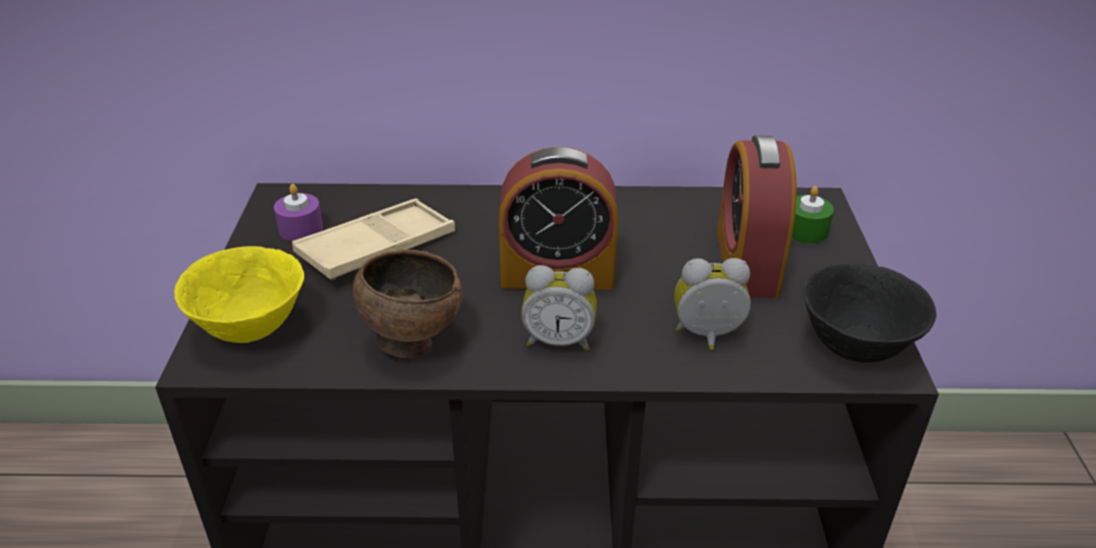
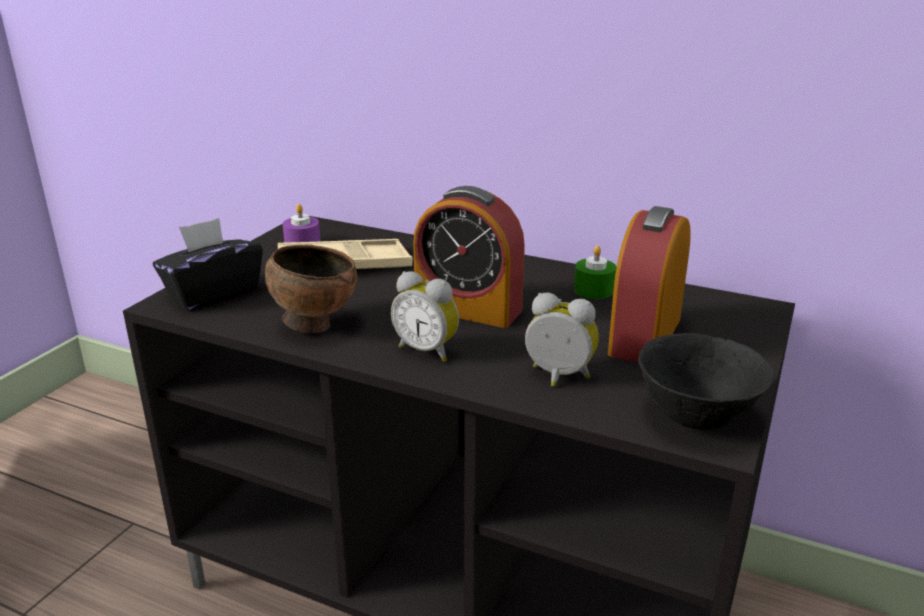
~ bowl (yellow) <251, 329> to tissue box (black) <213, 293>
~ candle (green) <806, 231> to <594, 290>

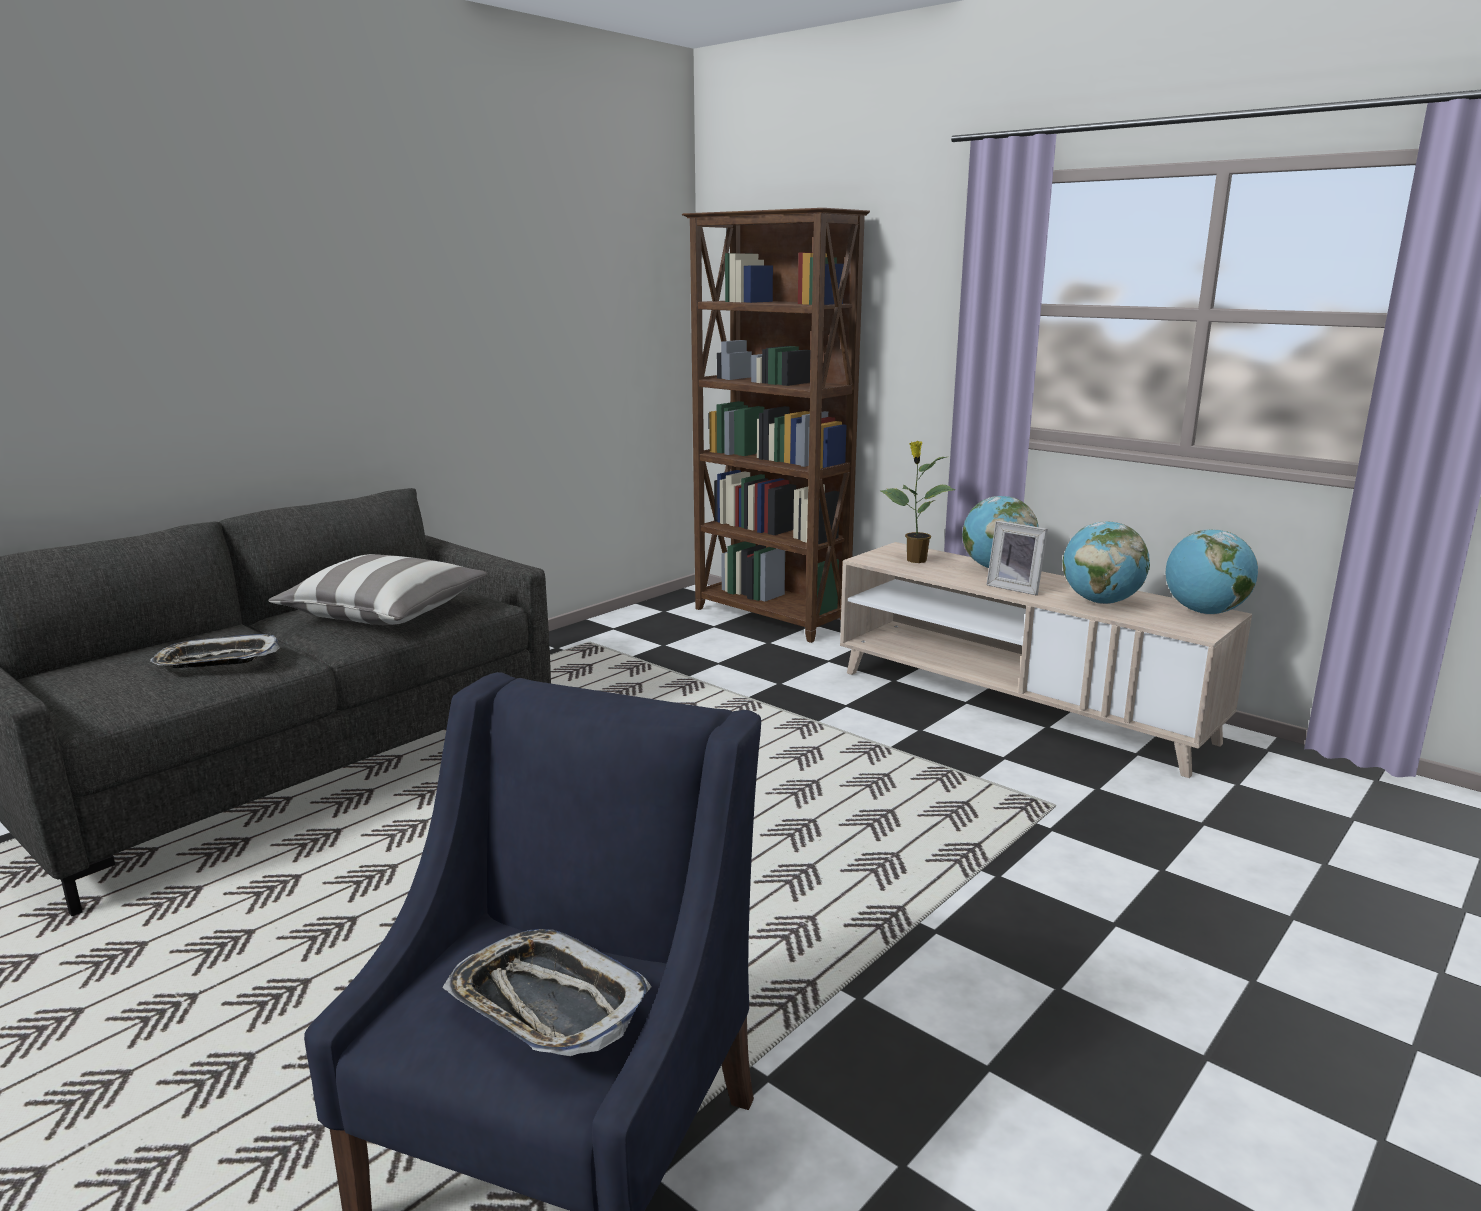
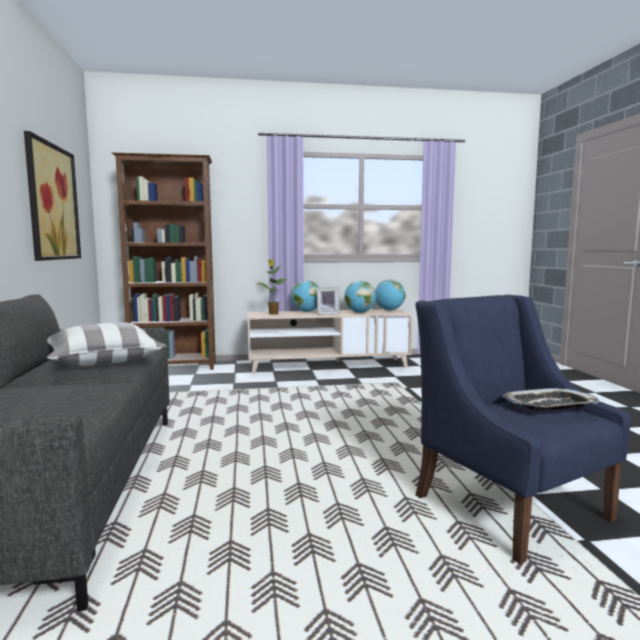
+ picture <52, 202>
- tray <217, 660>

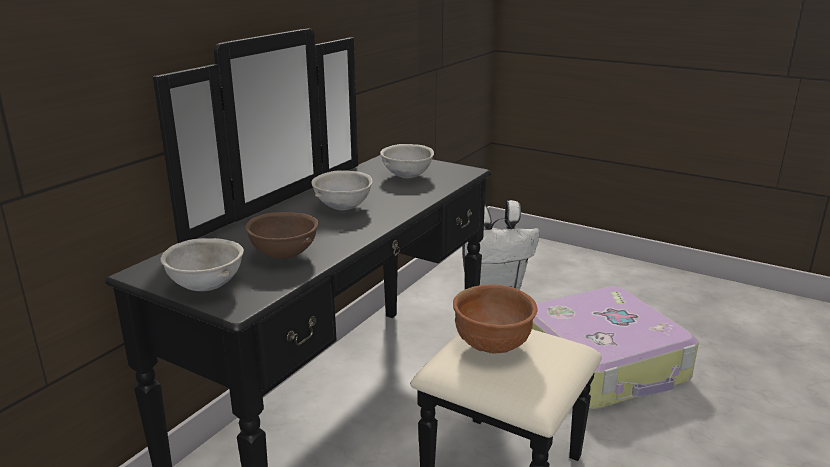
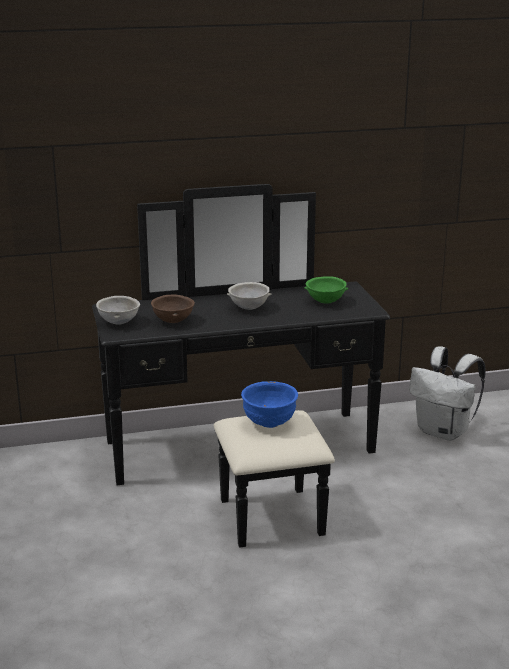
~ bowl (brown) <492, 347> to bowl (blue) <269, 423>
~ bowl (grey) <408, 177> to bowl (green) <325, 302>
- suitcase <604, 364>

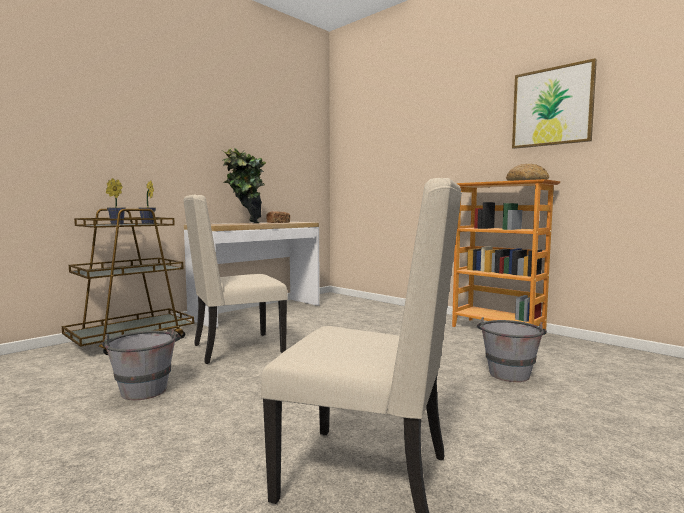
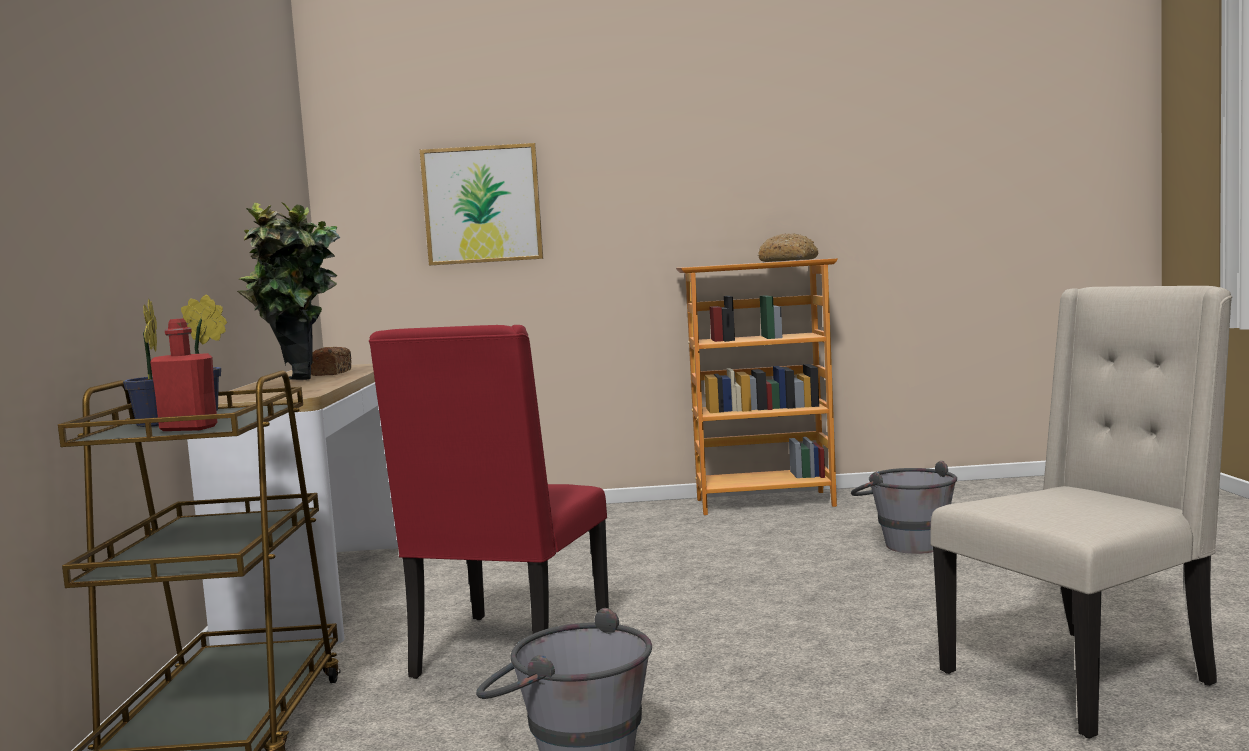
+ bottle (red) <189, 428>
~ chair (beige) <236, 349> to chair (red) <509, 652>
~ picture <552, 107> to <482, 205>

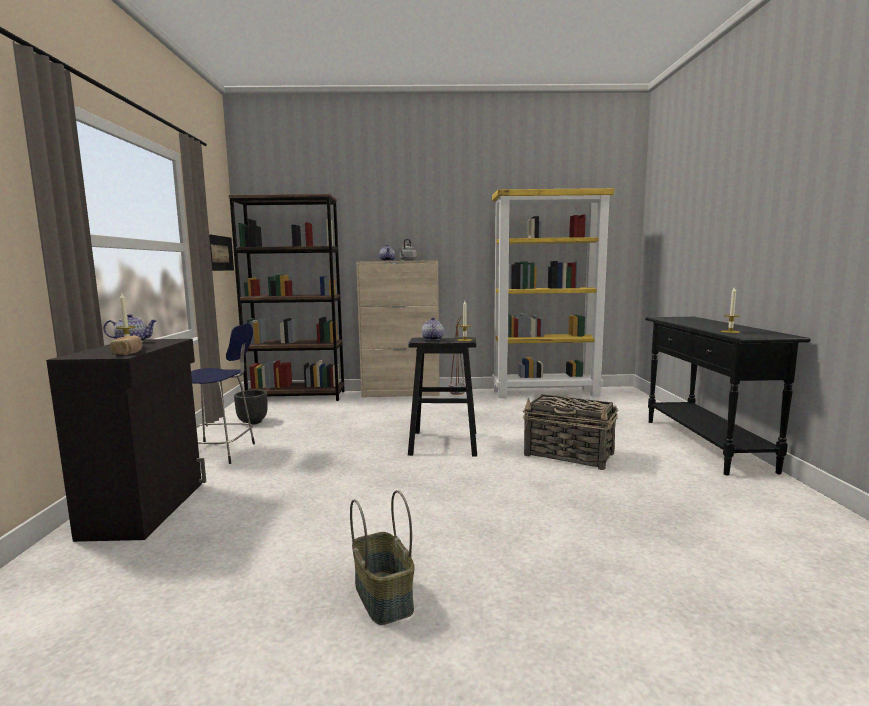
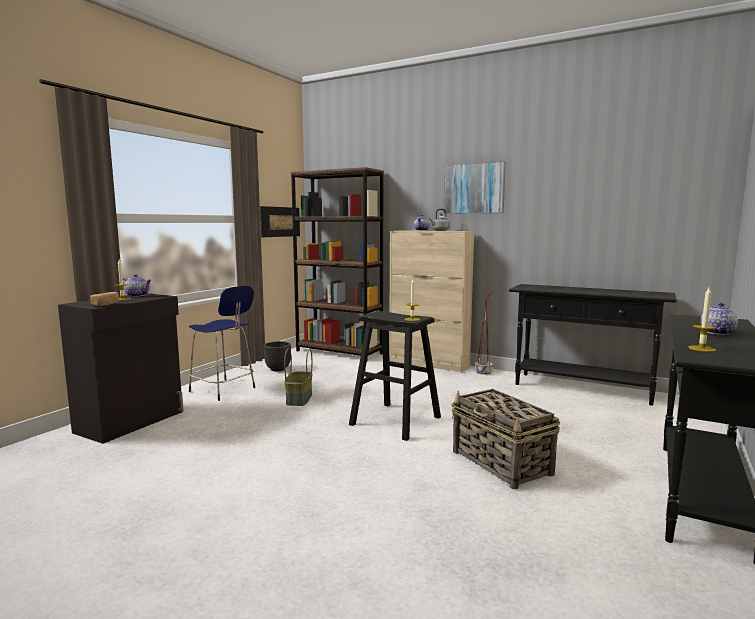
~ basket <384, 597> to <299, 399>
+ picture <474, 188>
~ bookcase (yellow) <546, 393> to console table (black) <583, 388>
~ teapot <432, 339> to <716, 332>

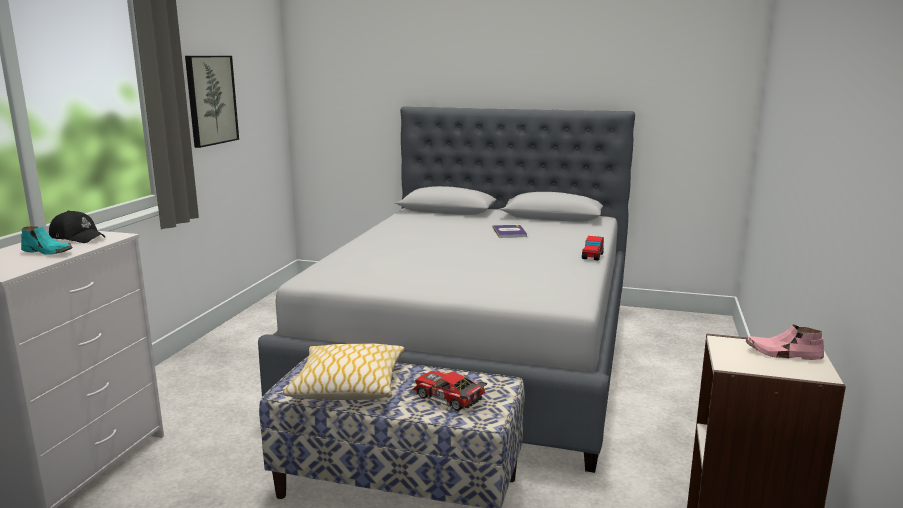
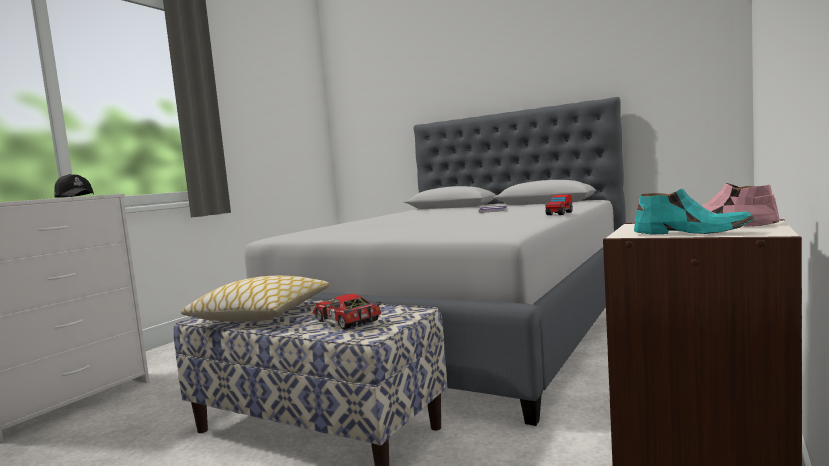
~ shoe (turquoise) <48, 252> to <691, 233>
- picture <211, 100>

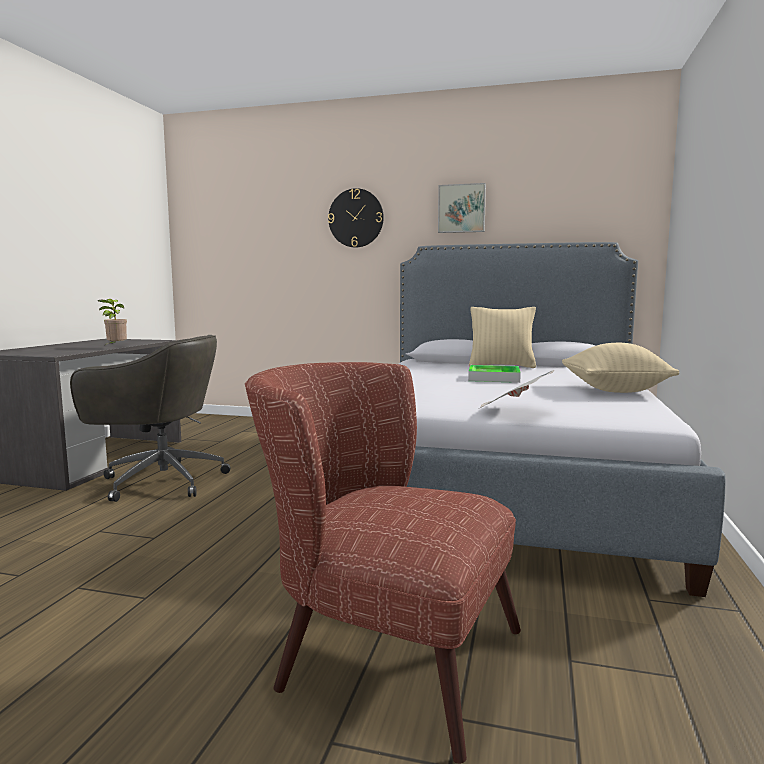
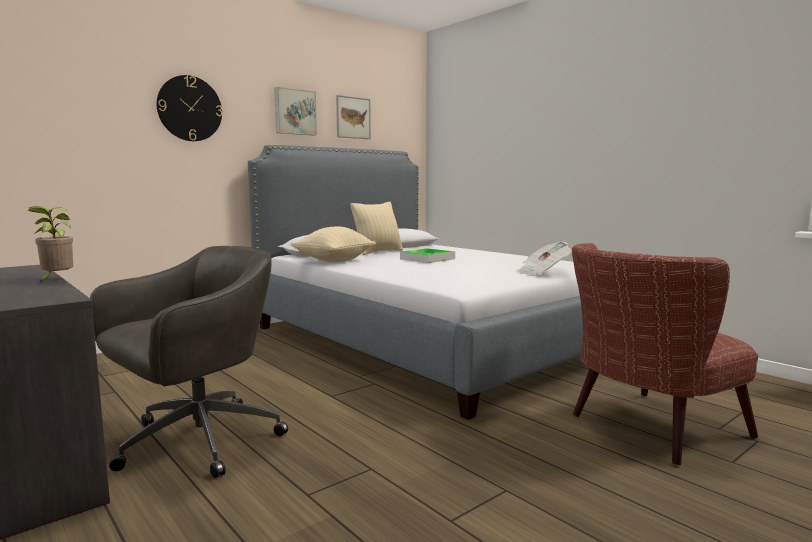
~ pillow (beige) <615, 390> to <334, 261>
+ picture <353, 117>

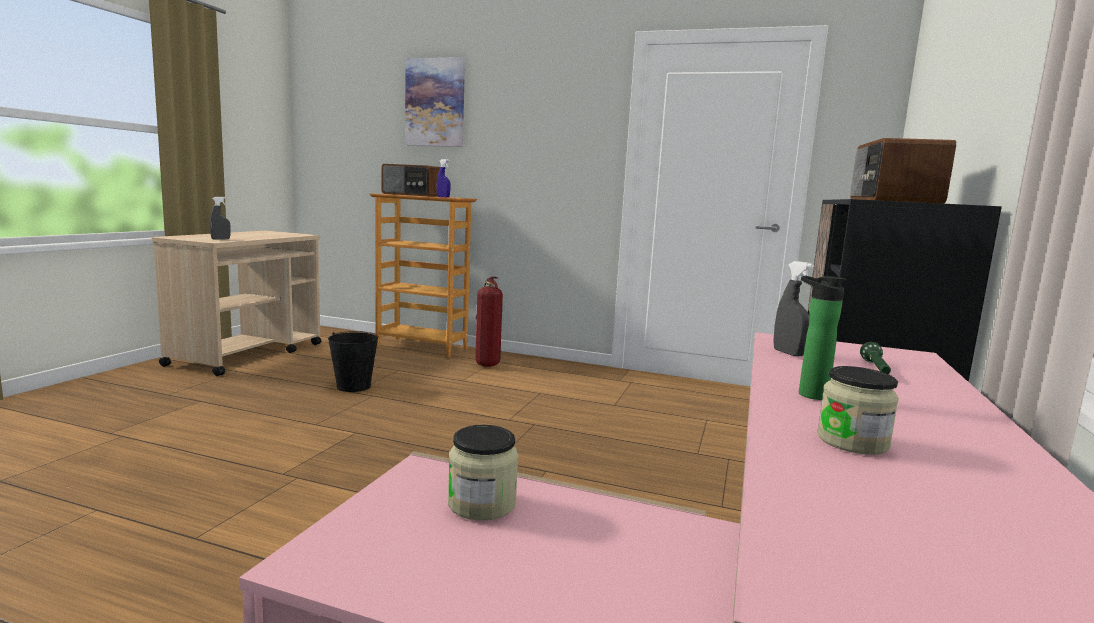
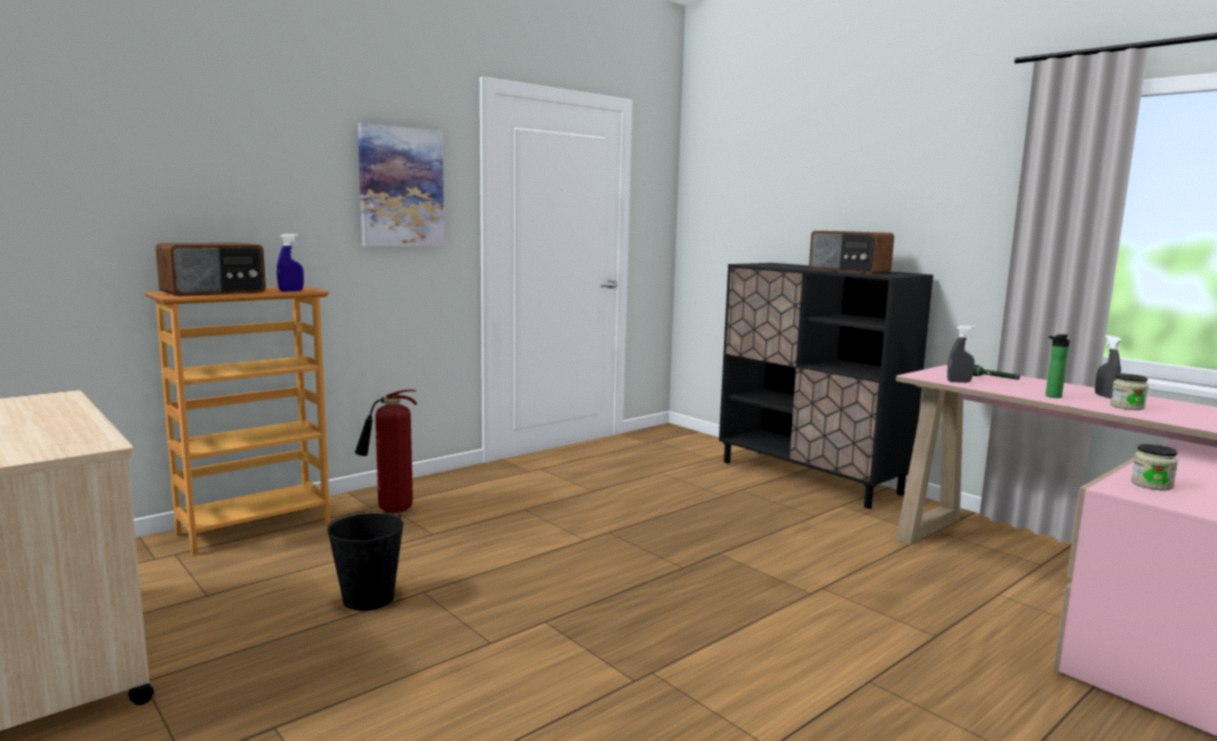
~ picture <435, 103> to <401, 187>
~ spray bottle (grey) <220, 239> to <1105, 396>

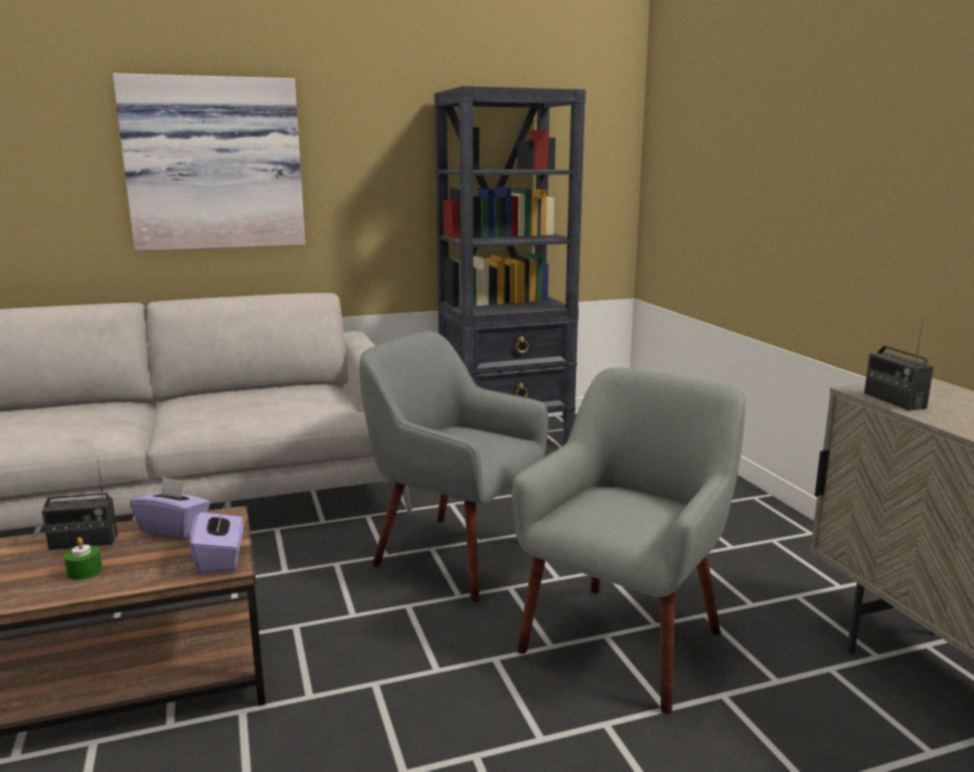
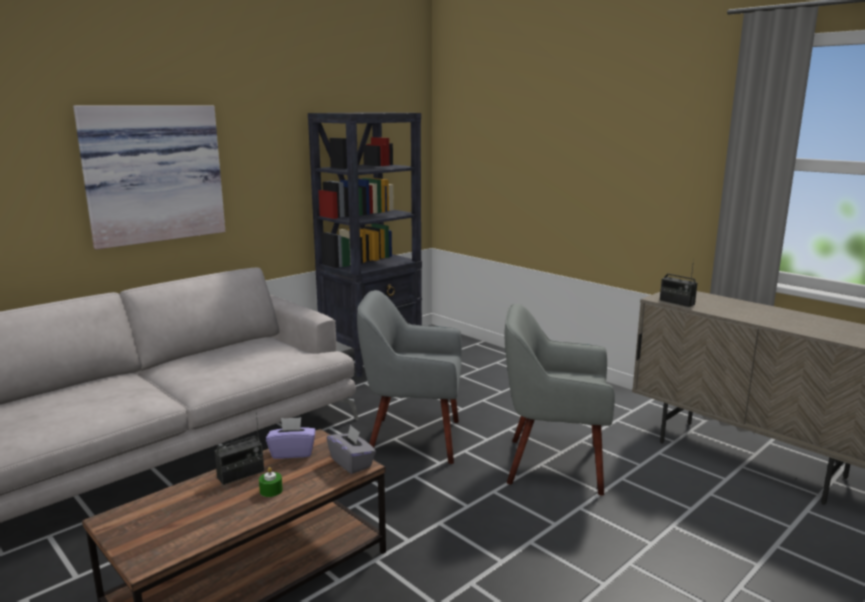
~ tissue box (purple) <221, 559> to tissue box (grey) <352, 463>
~ armchair (grey) <625, 641> = <553, 464> 90 degrees counterclockwise

